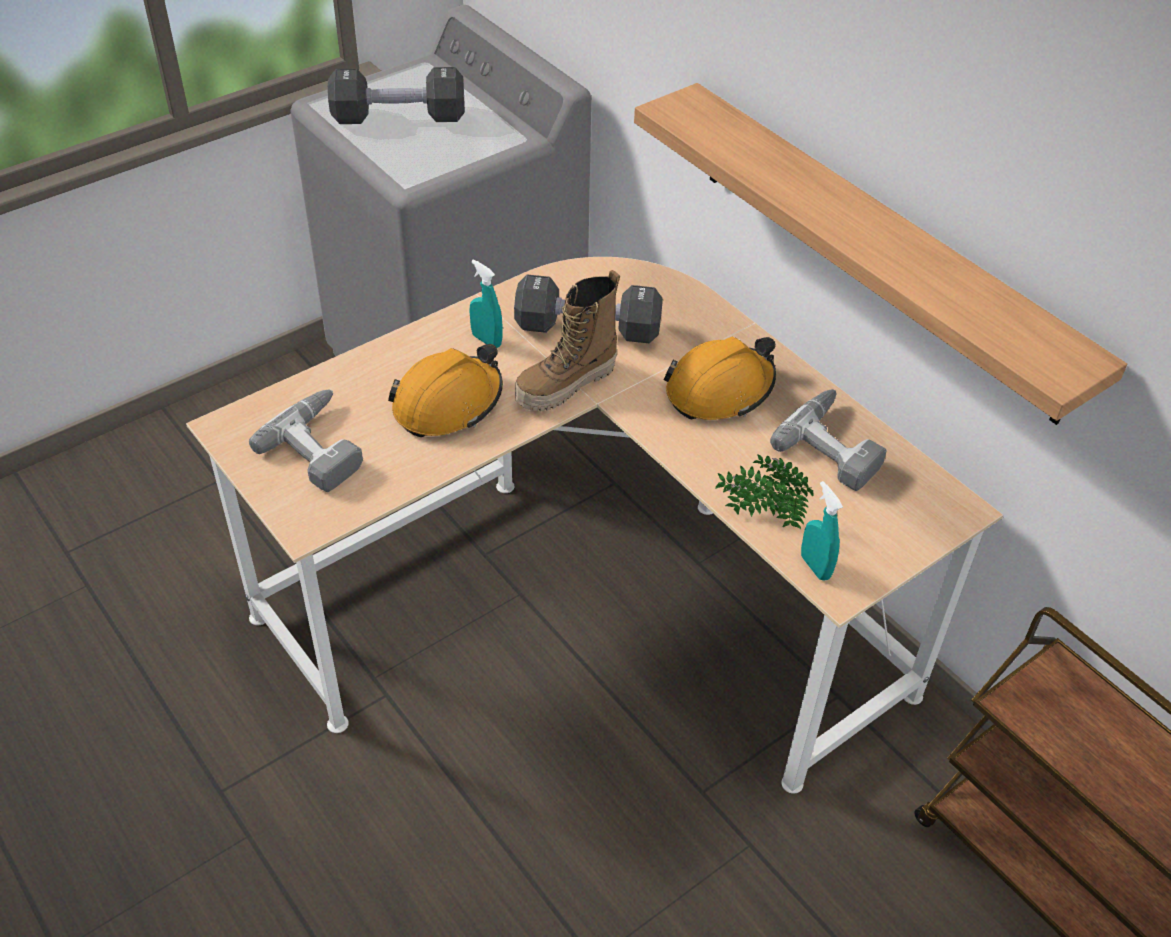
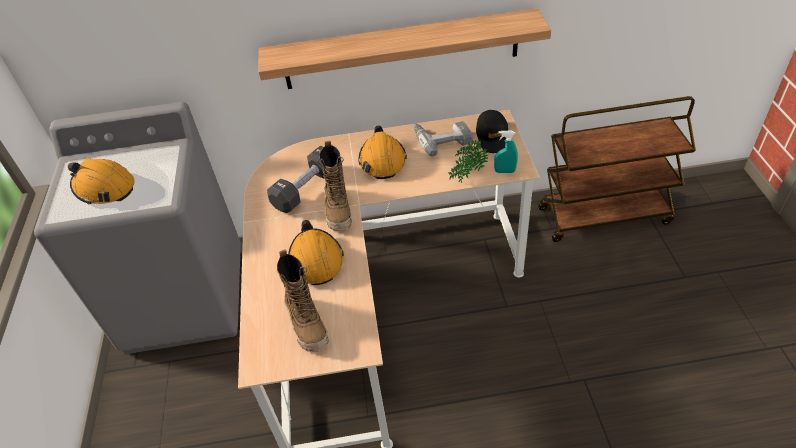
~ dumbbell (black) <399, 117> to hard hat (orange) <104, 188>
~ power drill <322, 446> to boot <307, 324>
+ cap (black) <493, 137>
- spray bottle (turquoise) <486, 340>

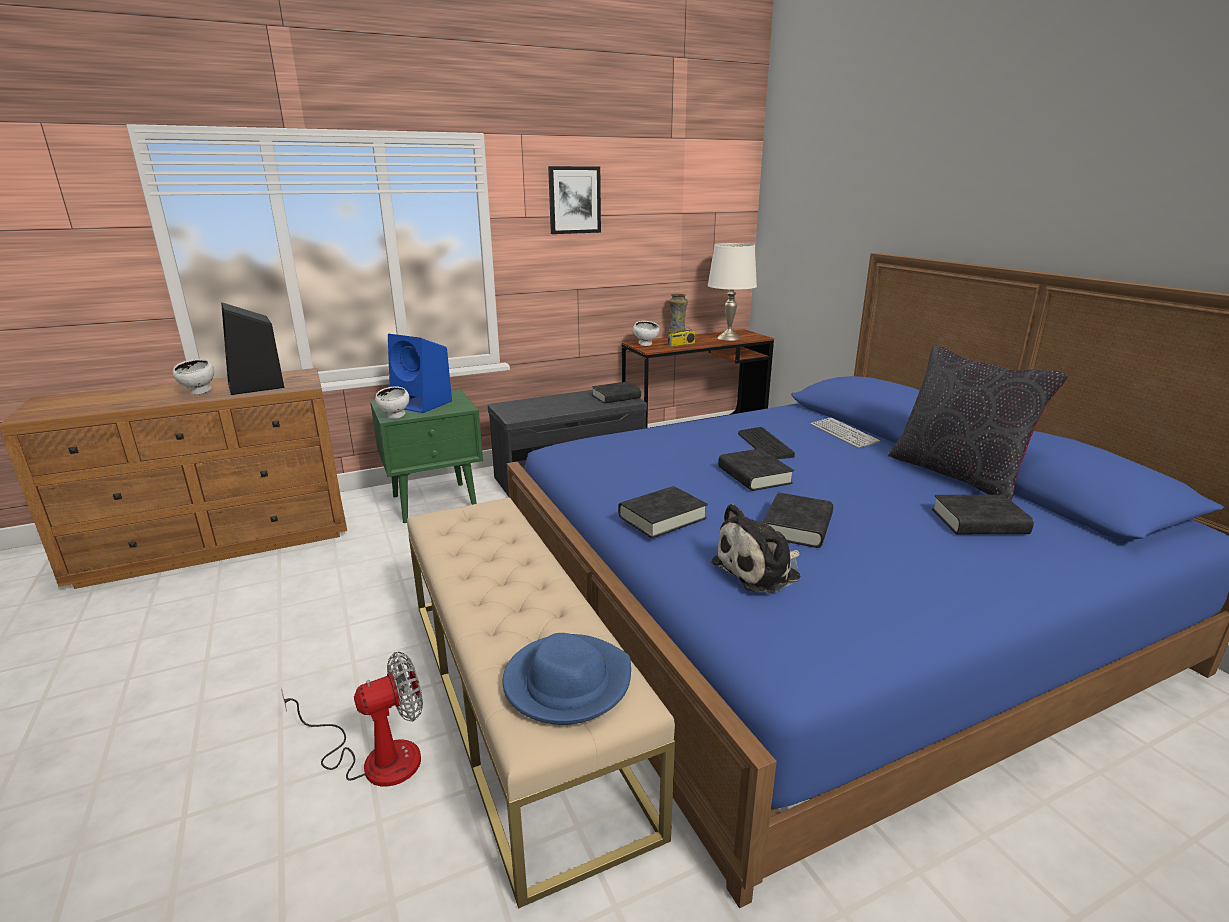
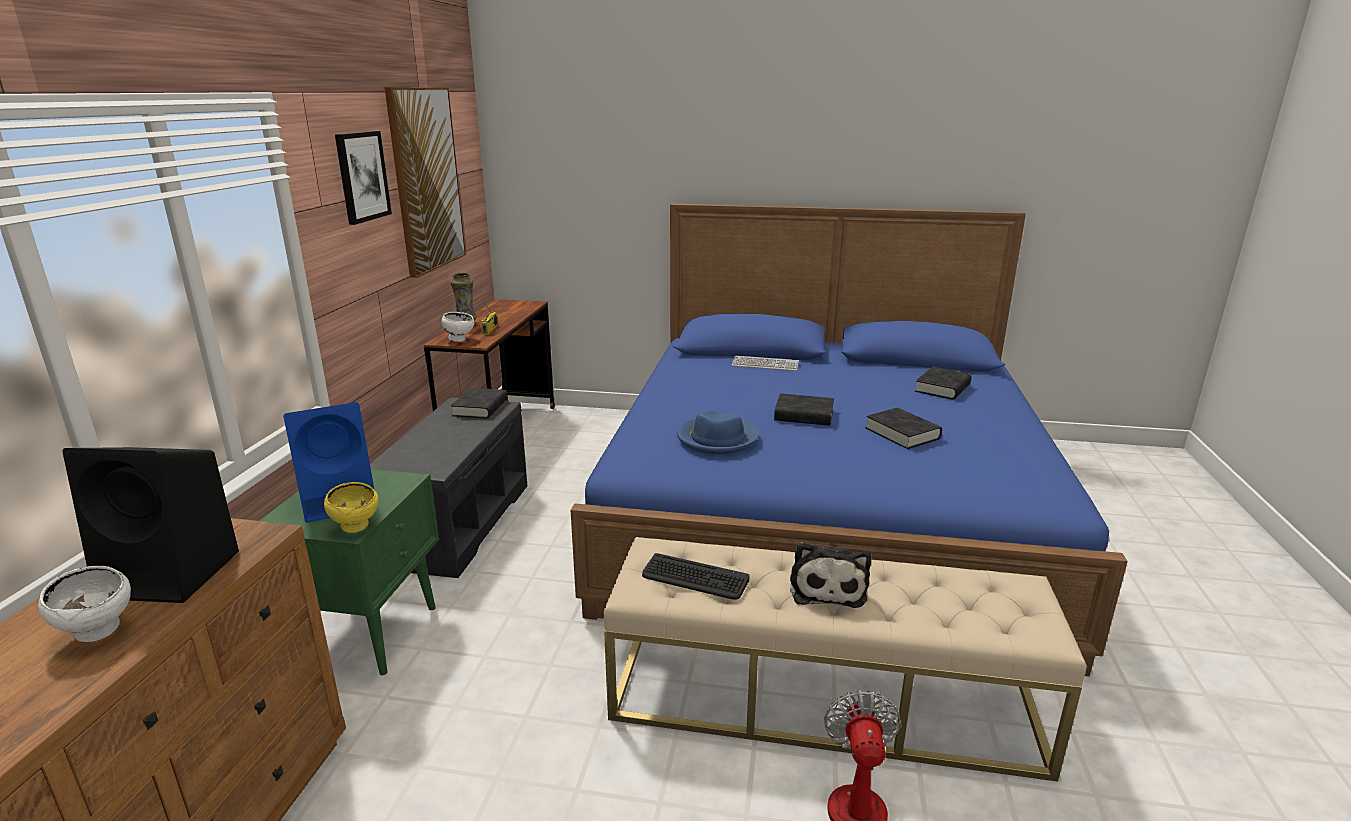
~ bowl (white) <395, 417> to bowl (yellow) <357, 528>
+ picture <426, 180>
~ keyboard <764, 444> to <695, 578>
~ hat (blue) <567, 682> to <717, 438>
~ plush toy <760, 570> to <827, 587>
- book (black) <662, 517>
- table lamp (white) <728, 338>
- pillow (black) <957, 475>

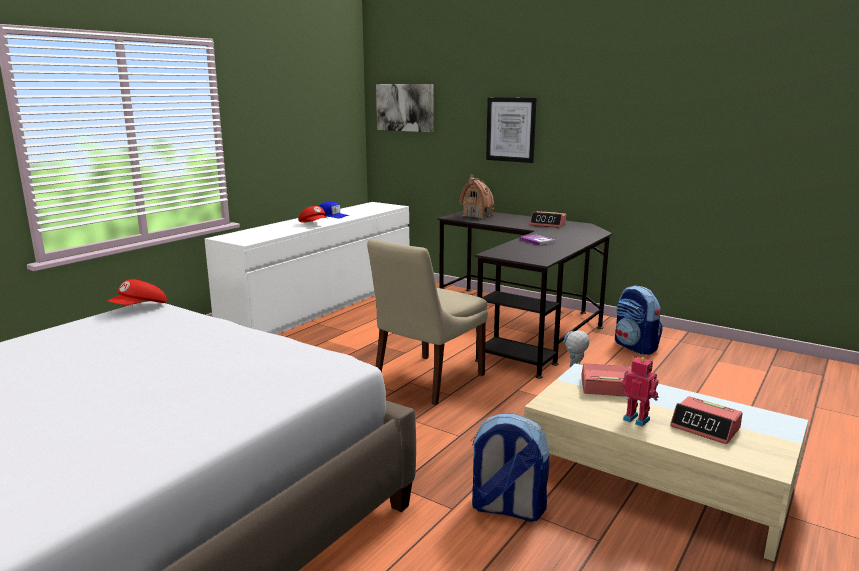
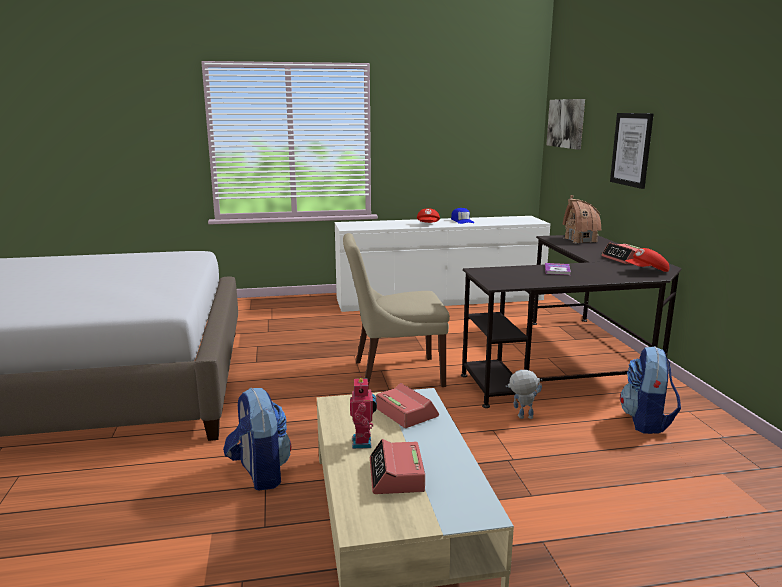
~ cap (red) <140, 308> to <646, 272>

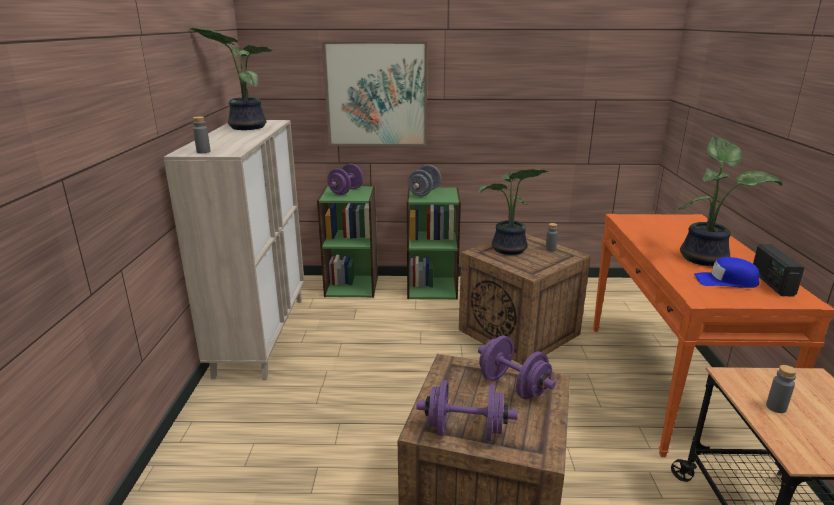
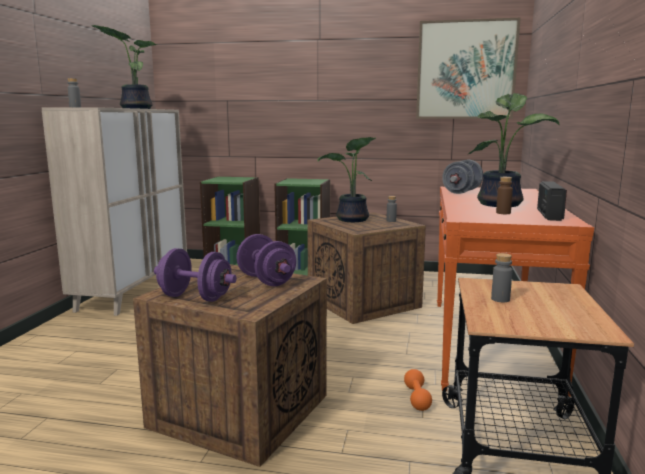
+ dumbbell (orange) <417, 398>
~ picture <376, 94> to <466, 70>
~ dumbbell (grey) <424, 193> to <462, 192>
~ cap (blue) <725, 281> to bottle (brown) <503, 213>
- dumbbell (purple) <346, 191>

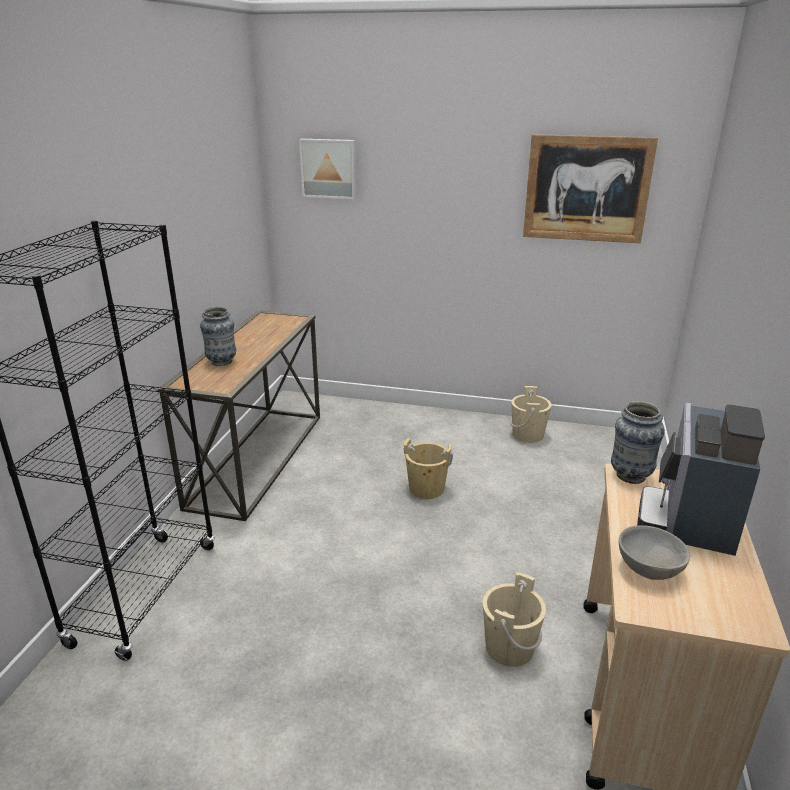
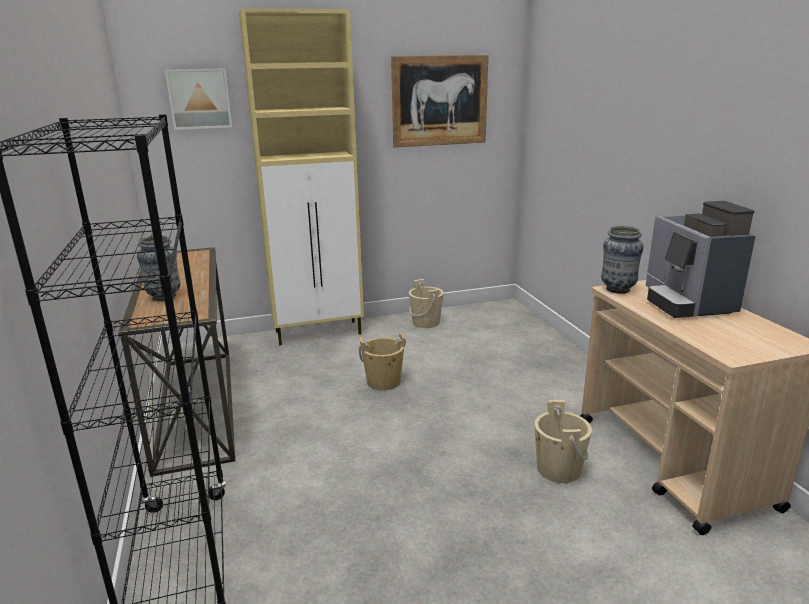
+ cabinet (beige) <319, 332>
- bowl (grey) <649, 569>

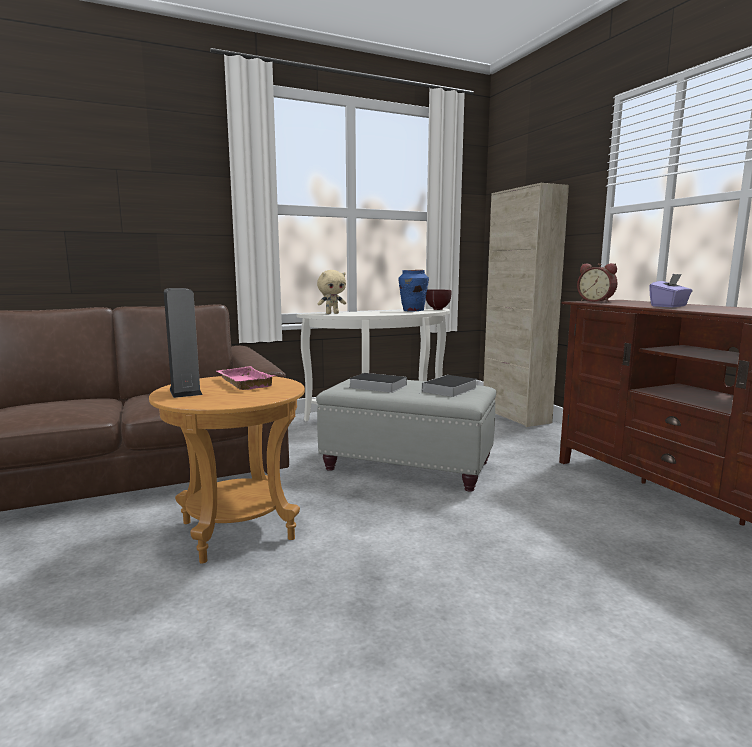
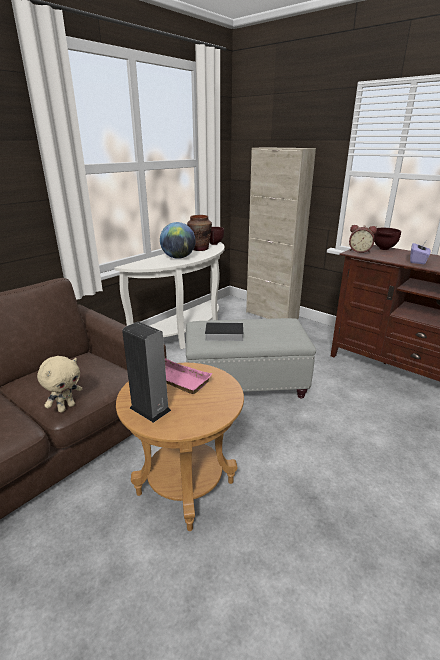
~ plush toy (beige) <332, 313> to <66, 407>
+ globe <178, 257>
~ vase (blue) <413, 310> to vase (brown) <200, 249>
+ bowl (brown) <383, 249>
- book <449, 390>

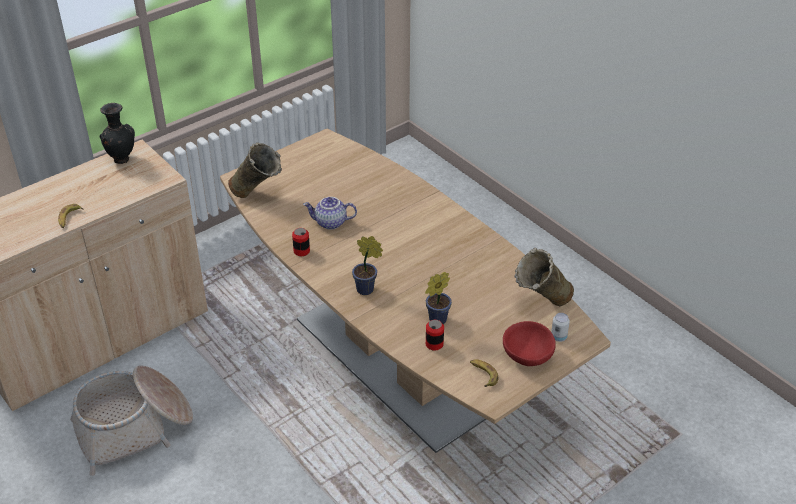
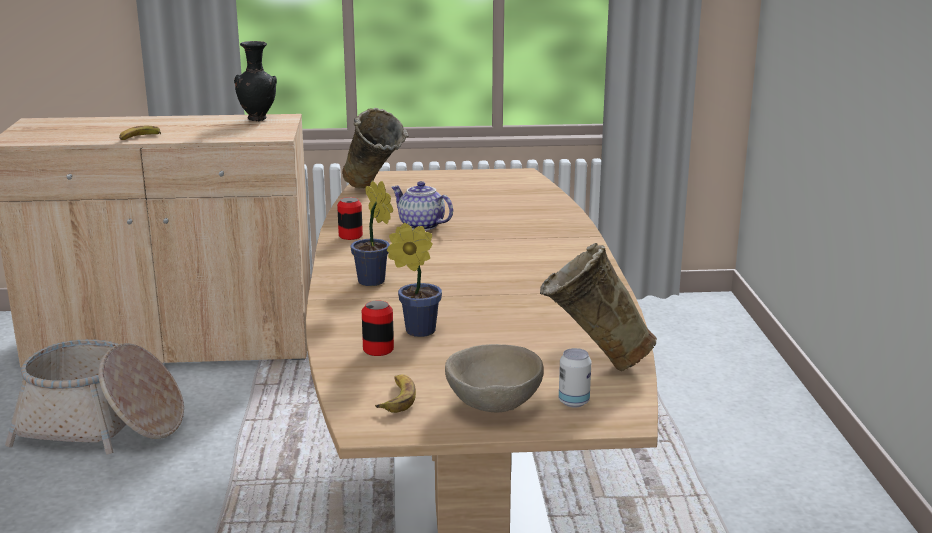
~ bowl (red) <526, 356> to bowl (beige) <493, 403>

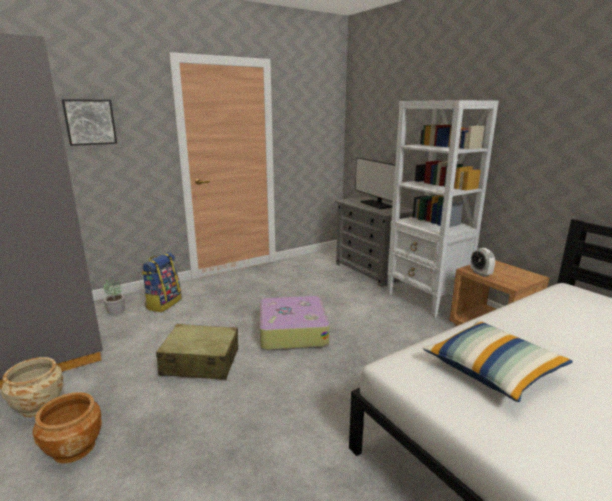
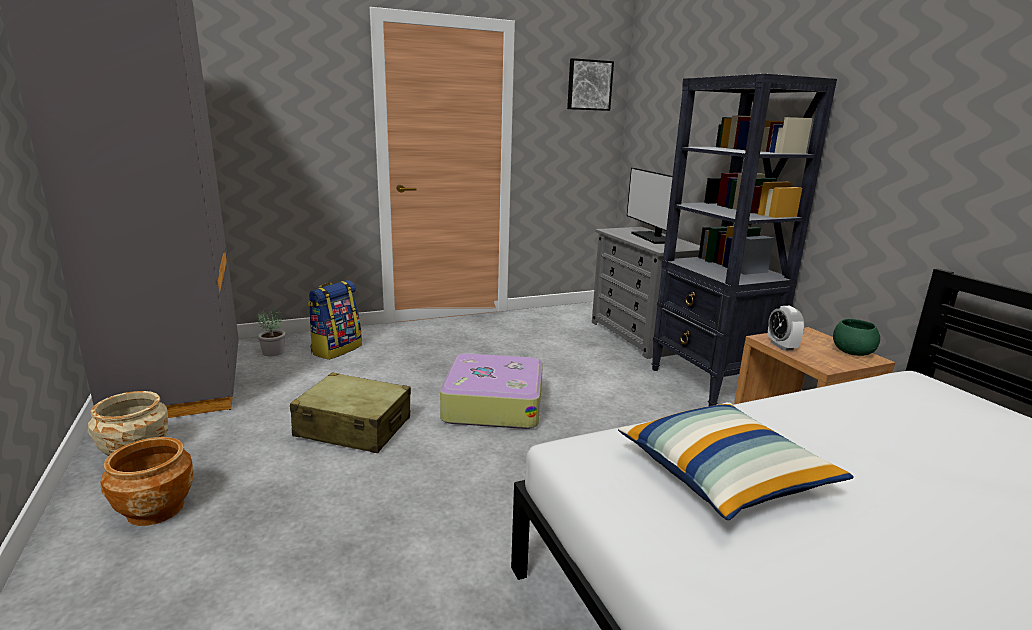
~ picture <90, 122> to <589, 85>
~ bookcase (white) <426, 299> to bookcase (black) <709, 383>
+ bowl (green) <852, 353>

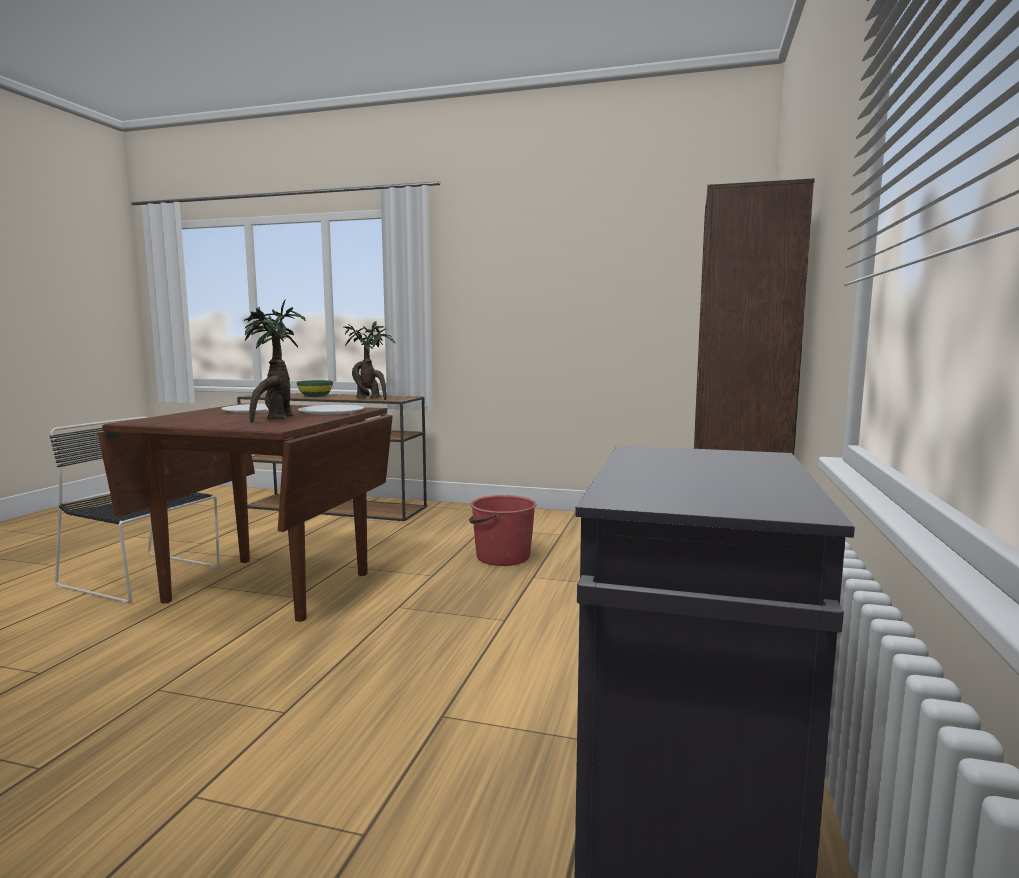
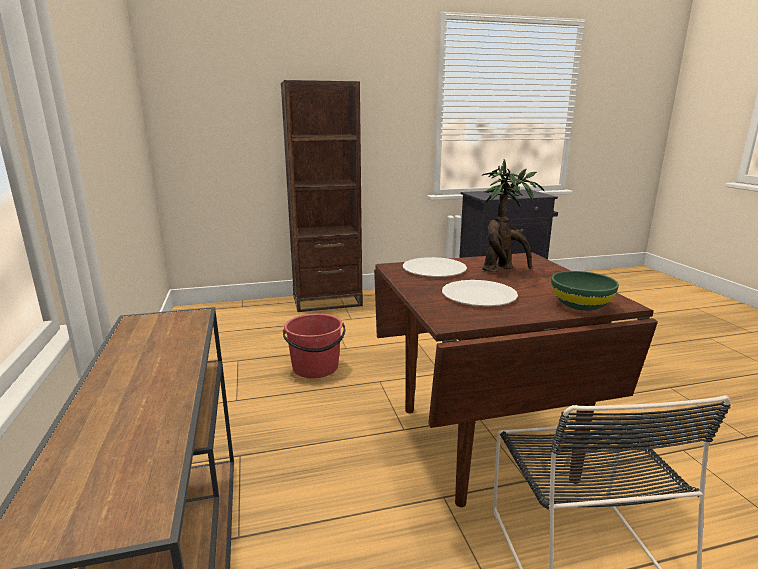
~ bowl (green) <315, 396> to <581, 305>
- potted plant <370, 398>

